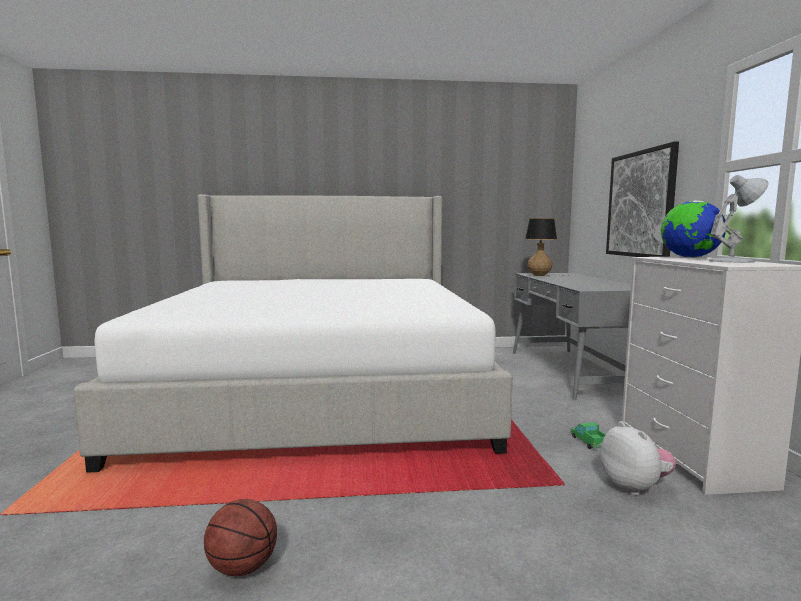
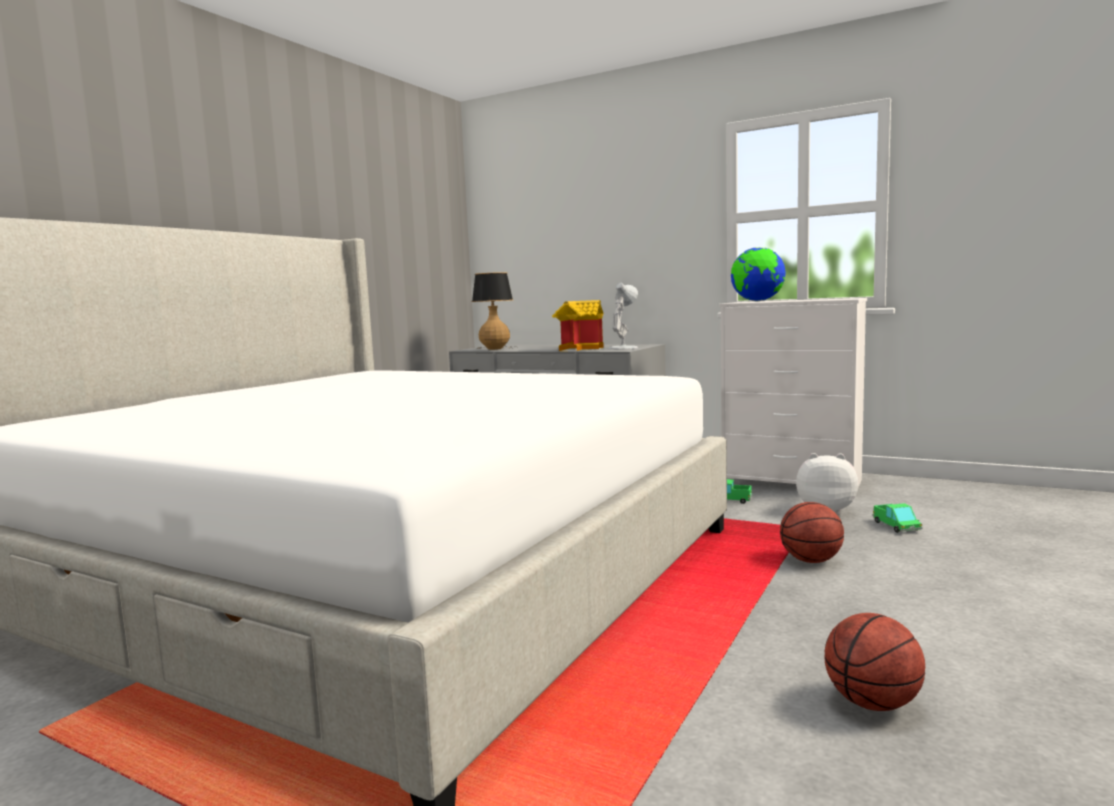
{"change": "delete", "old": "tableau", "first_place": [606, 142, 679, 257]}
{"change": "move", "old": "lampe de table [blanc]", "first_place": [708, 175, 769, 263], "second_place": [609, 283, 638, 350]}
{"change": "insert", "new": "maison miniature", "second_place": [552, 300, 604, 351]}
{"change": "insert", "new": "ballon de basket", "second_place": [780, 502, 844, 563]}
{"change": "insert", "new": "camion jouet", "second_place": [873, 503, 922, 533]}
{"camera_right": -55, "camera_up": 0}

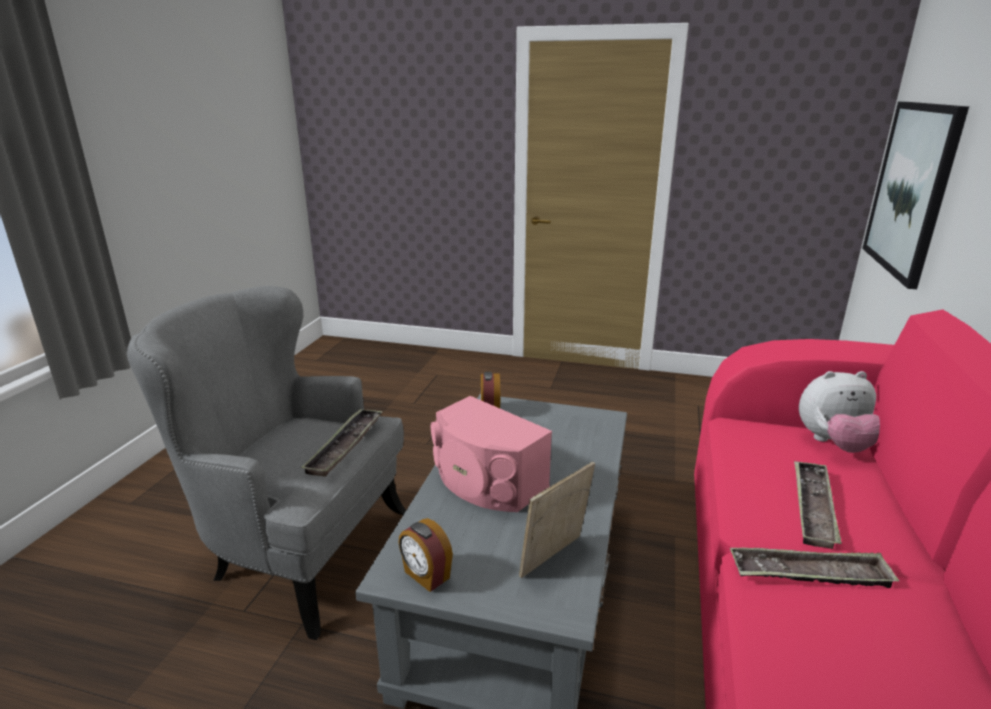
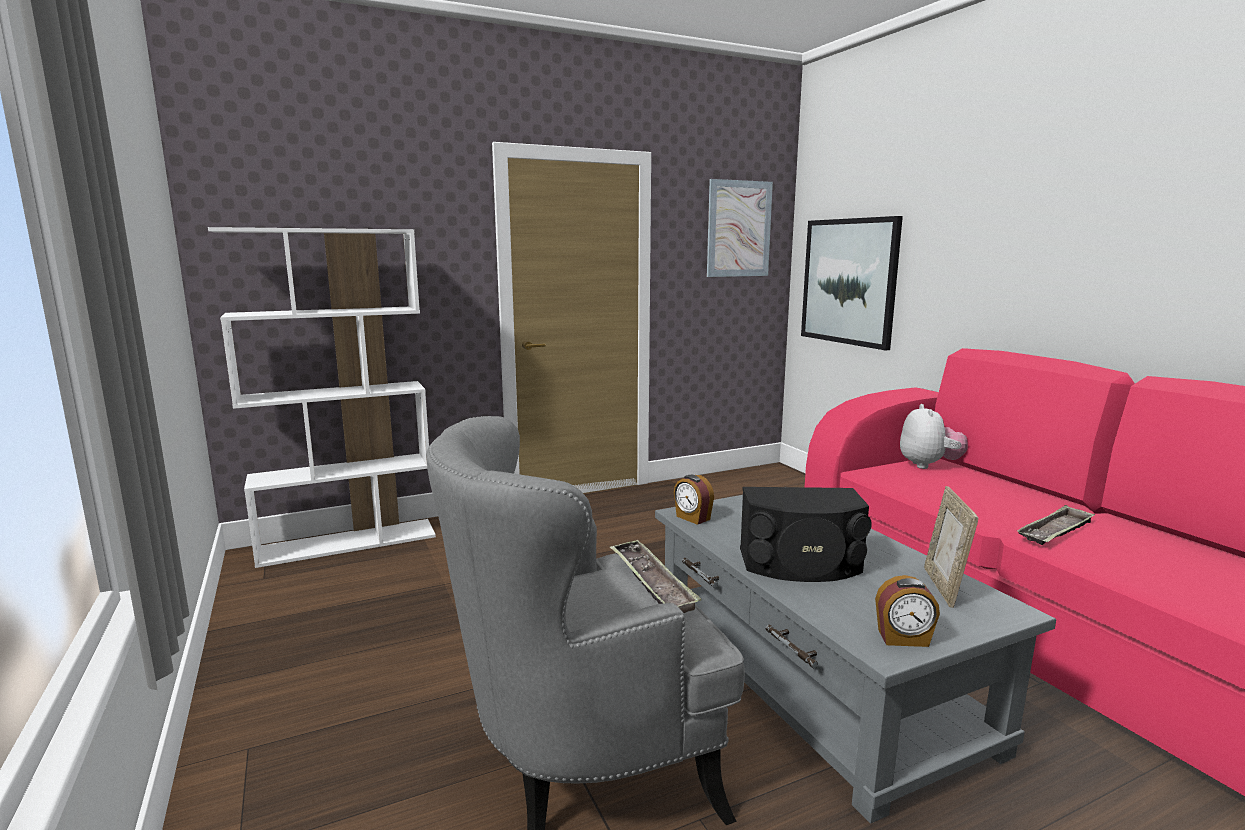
{"change": "rotate", "old": "peluche", "first_place": [799, 371, 880, 453], "second_place": [900, 404, 968, 469], "degrees": -45}
{"change": "recolor", "old": "enceinte [rose]", "new": "enceinte [noir]", "first_place": [431, 396, 552, 512], "second_place": [740, 487, 872, 582]}
{"change": "delete", "old": "plateau", "first_place": [794, 461, 842, 549]}
{"change": "insert", "new": "tableau", "second_place": [707, 179, 773, 277]}
{"change": "insert", "new": "bibliothèque [blanc]", "second_place": [208, 227, 436, 568]}
{"camera_right": -40, "camera_up": -10}

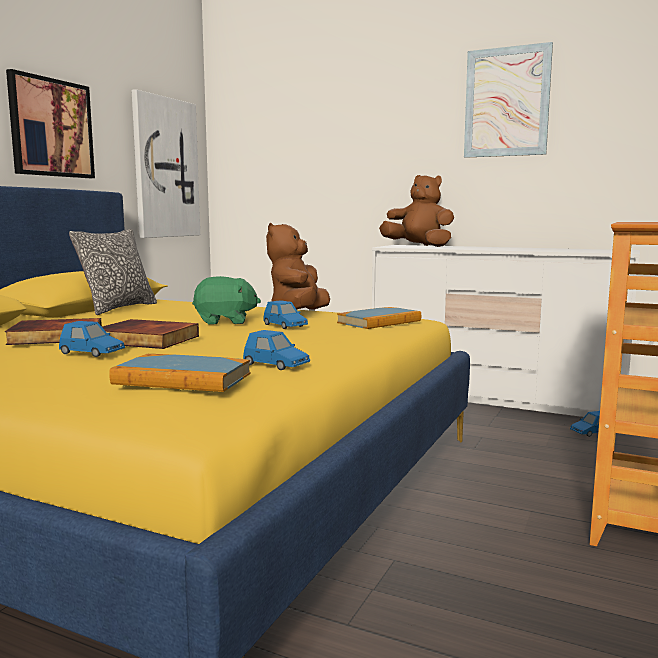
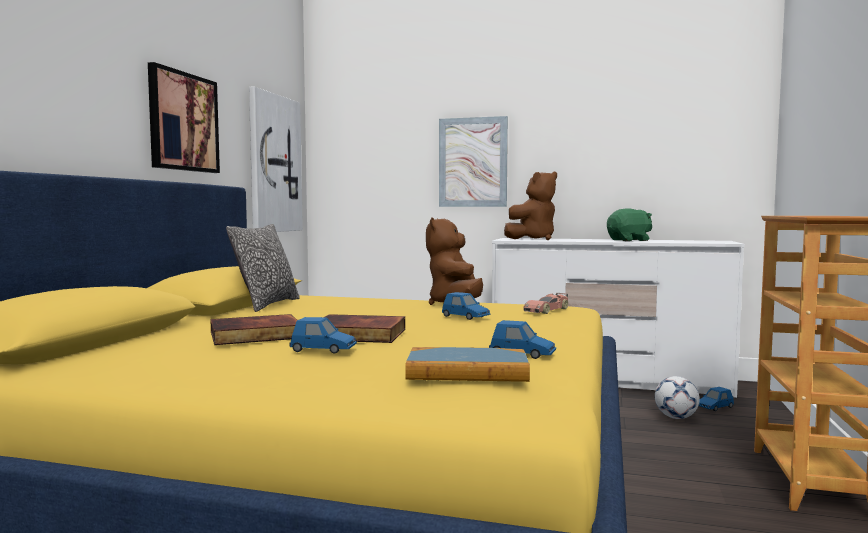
{"change": "move", "old": "tableau", "first_place": [464, 42, 553, 158], "second_place": [439, 116, 508, 207]}
{"change": "rotate", "old": "peluche [marron]", "first_place": [379, 175, 454, 247], "second_place": [504, 171, 557, 240], "degrees": 120}
{"change": "move", "old": "peluche [vert]", "first_place": [192, 276, 261, 324], "second_place": [607, 208, 652, 241]}
{"change": "replace", "old": "livre", "new": "petite voiture", "first_place": [337, 307, 421, 329], "second_place": [523, 293, 568, 314]}
{"change": "insert", "new": "ballon de foot", "second_place": [655, 376, 700, 419]}
{"camera_right": -10, "camera_up": -5}

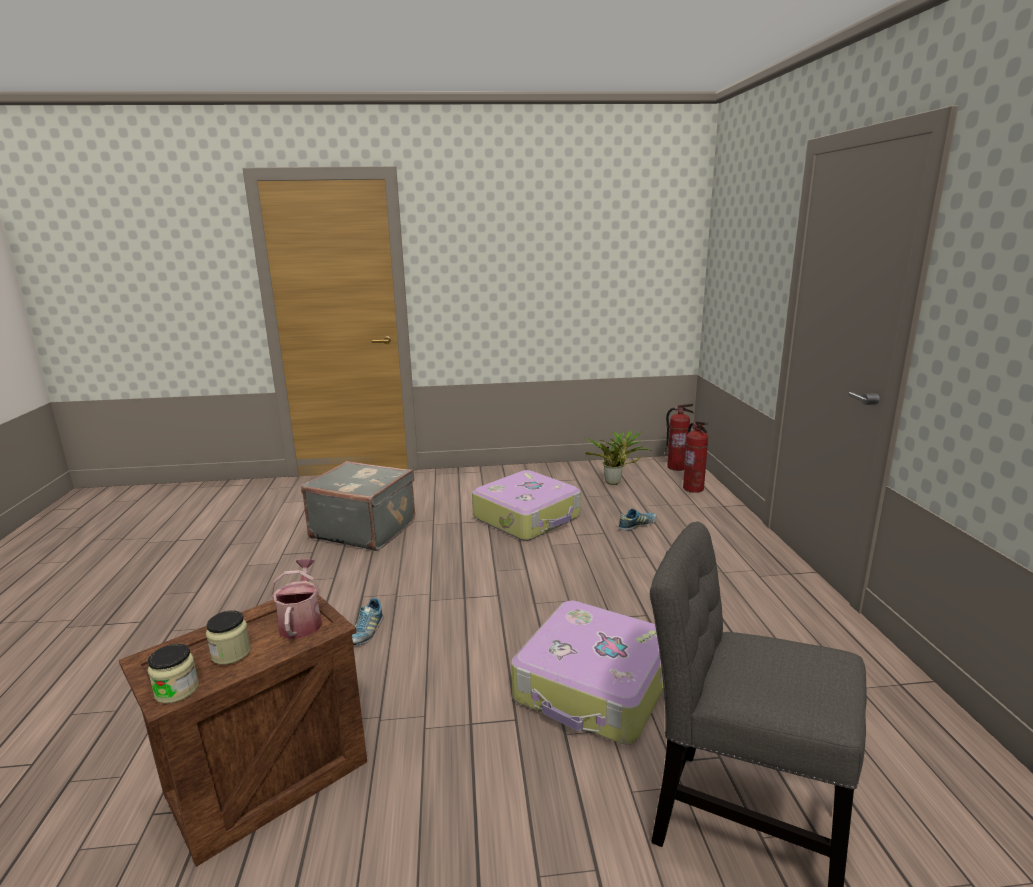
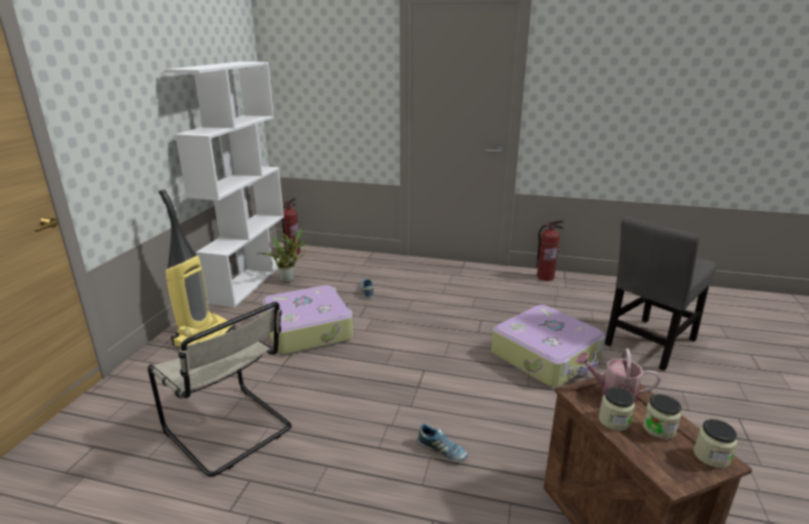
{"change": "move", "old": "extincteur", "first_place": [683, 421, 708, 493], "second_place": [536, 220, 563, 281]}
{"change": "replace", "old": "valise [gris]", "new": "chaise [beige]", "first_place": [301, 461, 415, 551], "second_place": [148, 302, 292, 477]}
{"change": "insert", "new": "bibliothèque [blanc]", "second_place": [164, 62, 284, 308]}
{"change": "insert", "new": "aspirateur", "second_place": [159, 189, 235, 348]}
{"change": "insert", "new": "bocal", "second_place": [599, 387, 635, 431]}
{"camera_right": -70, "camera_up": 5}

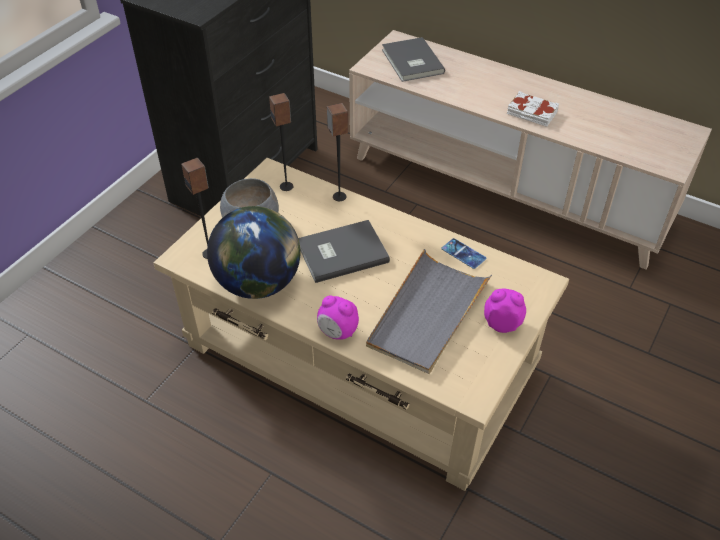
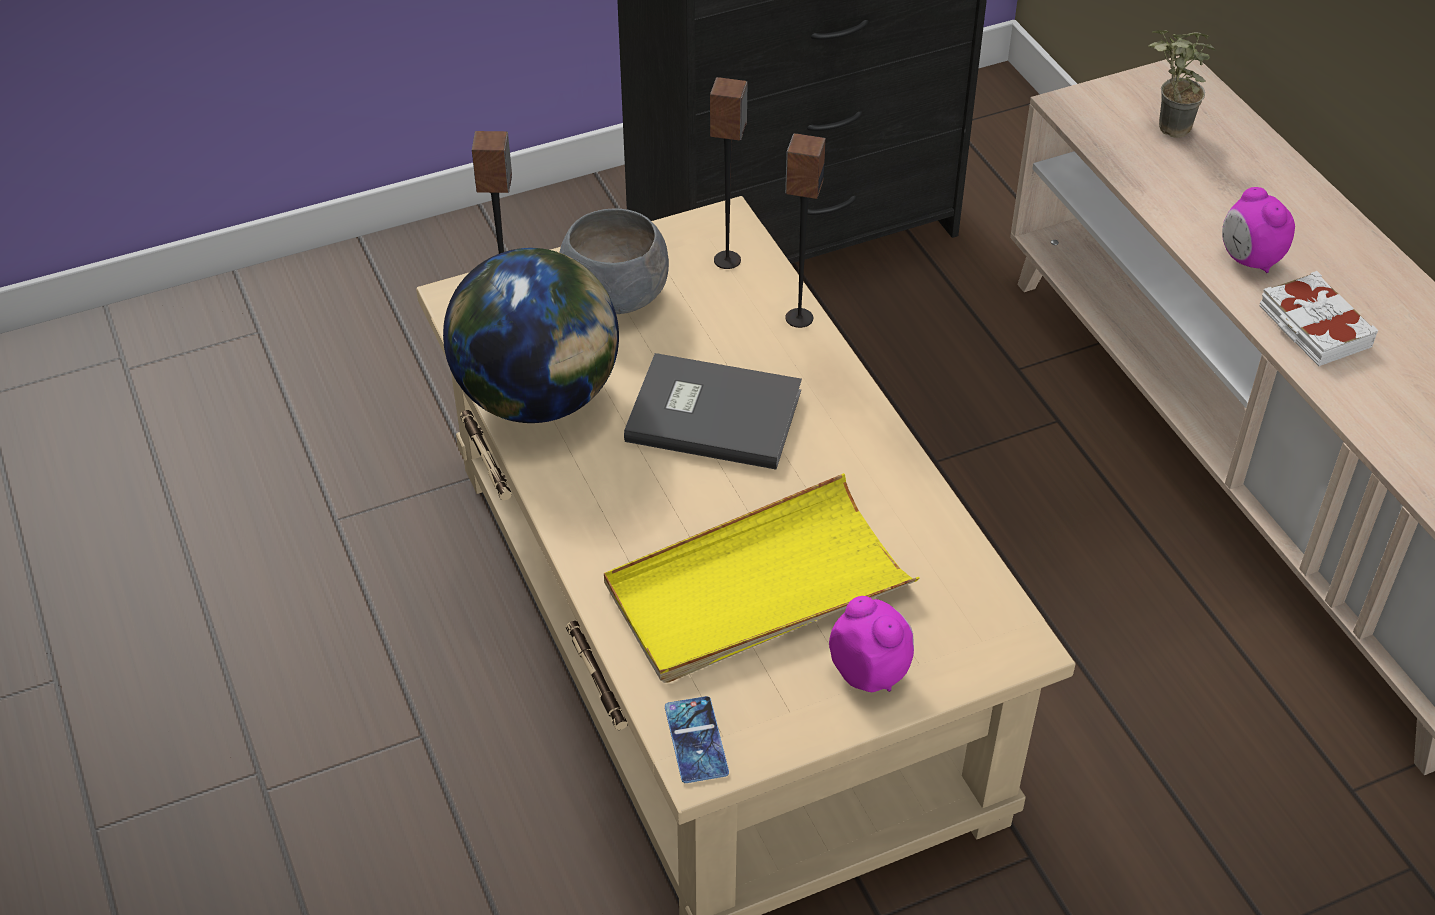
{"change": "replace", "old": "livre [gris]", "new": "plante en pot", "first_place": [382, 37, 445, 82], "second_place": [1148, 30, 1216, 138]}
{"change": "move", "old": "téléphone", "first_place": [442, 238, 486, 269], "second_place": [665, 696, 729, 783]}
{"change": "recolor", "old": "plateau [gris]", "new": "plateau [jaune]", "first_place": [366, 249, 492, 374], "second_place": [604, 473, 919, 683]}
{"change": "move", "old": "réveil", "first_place": [317, 296, 359, 340], "second_place": [1222, 187, 1295, 273]}
{"camera_right": 35, "camera_up": 0}

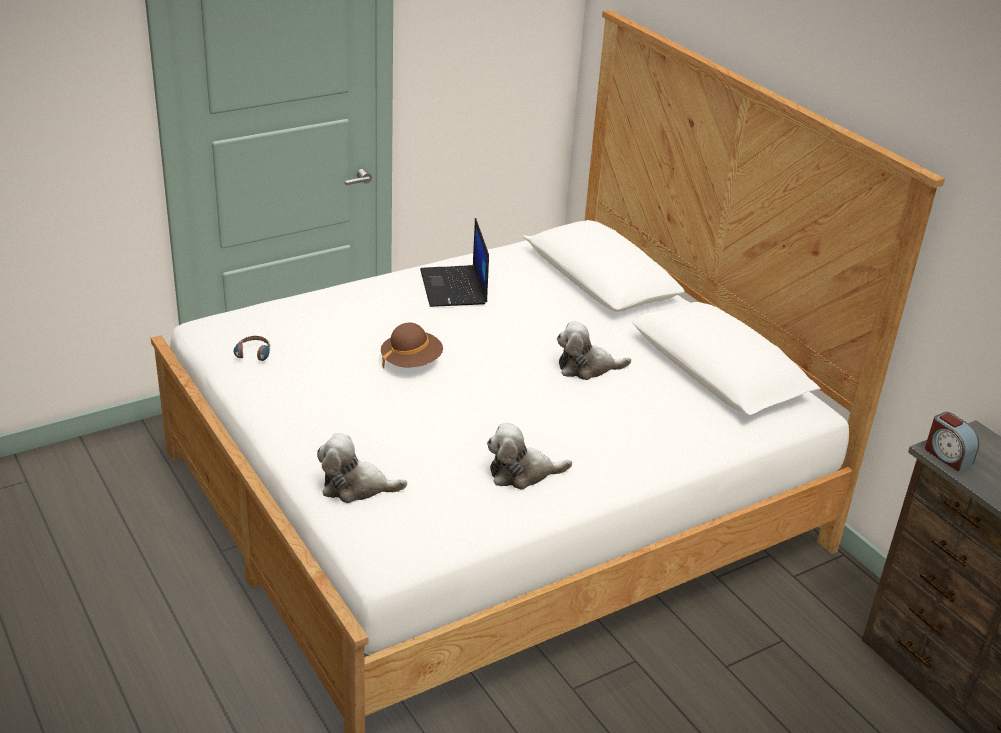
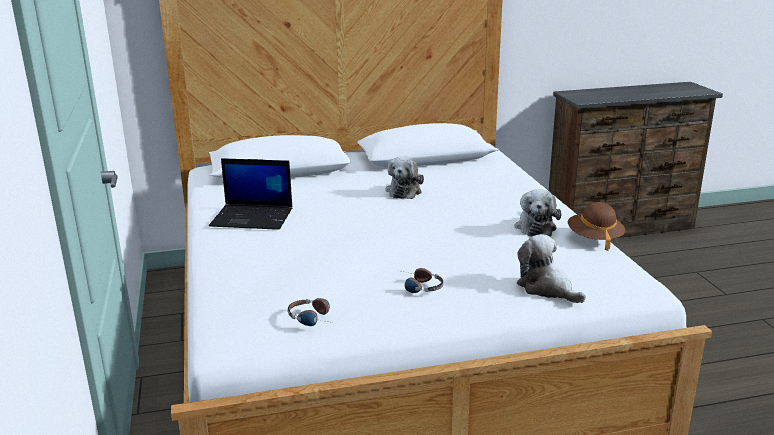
{"change": "move", "old": "chapeau [marron]", "first_place": [381, 323, 443, 369], "second_place": [568, 202, 625, 251]}
{"change": "delete", "old": "réveil", "first_place": [925, 412, 979, 471]}
{"change": "rotate", "old": "peluche", "first_place": [317, 433, 407, 503], "second_place": [517, 234, 586, 303], "degrees": 120}
{"change": "insert", "new": "casque audio", "second_place": [402, 268, 444, 293]}
{"camera_right": -70, "camera_up": -10}

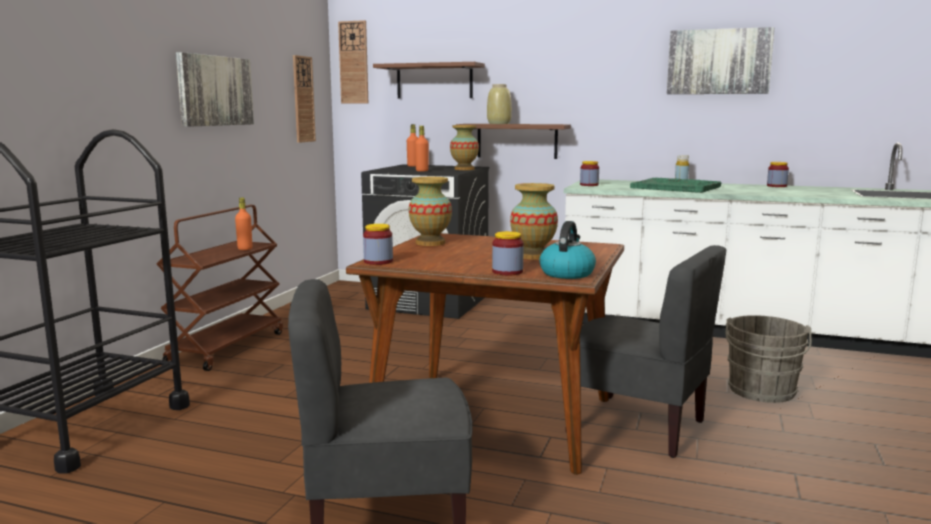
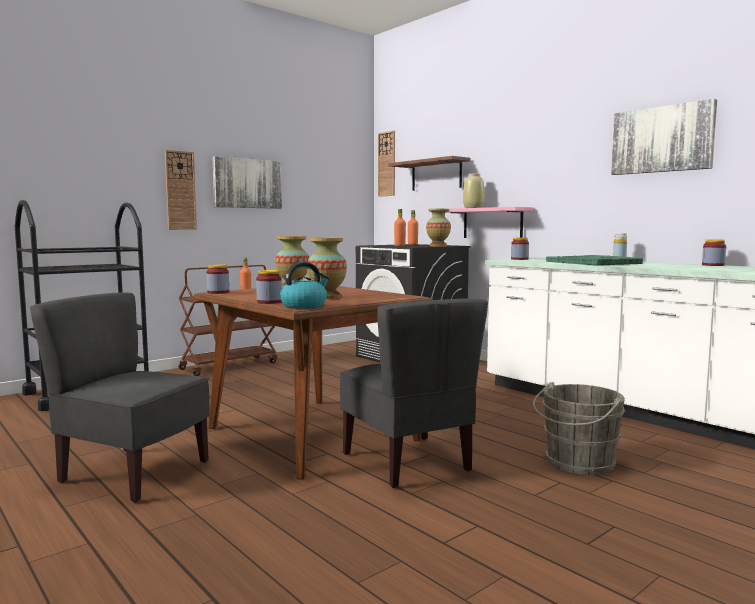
{"change": "move", "old": "horloge murale", "first_place": [293, 55, 316, 143], "second_place": [165, 150, 197, 230]}
{"change": "recolor", "old": "étagère [marron]", "new": "étagère [rose]", "first_place": [456, 124, 571, 159], "second_place": [446, 207, 533, 238]}
{"camera_right": 30, "camera_up": -5}

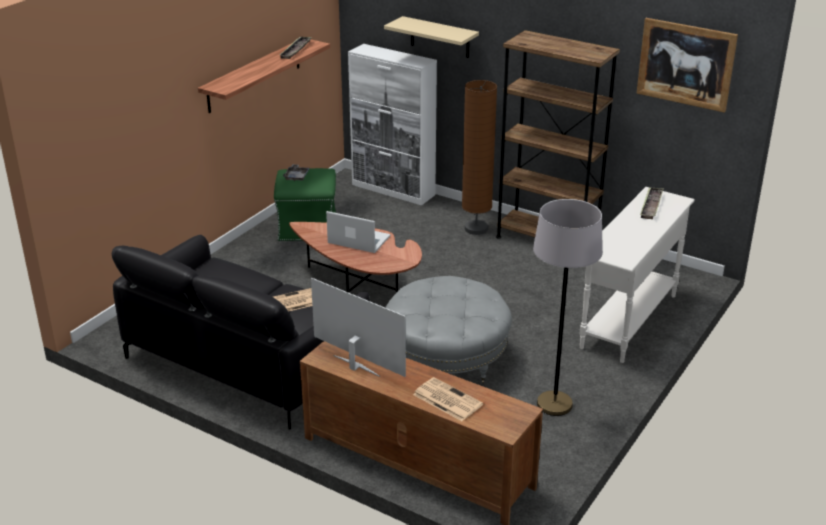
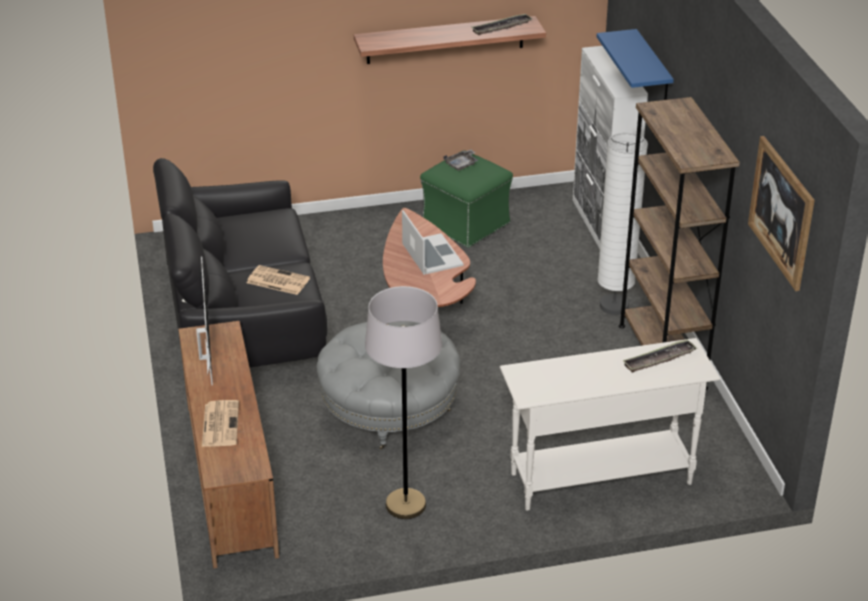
{"change": "recolor", "old": "étagère [beige]", "new": "étagère [bleu]", "first_place": [384, 16, 479, 58], "second_place": [597, 29, 674, 100]}
{"change": "recolor", "old": "lampadaire [marron]", "new": "lampadaire [blanc]", "first_place": [462, 80, 497, 235], "second_place": [597, 133, 648, 315]}
{"camera_right": 45, "camera_up": 5}

